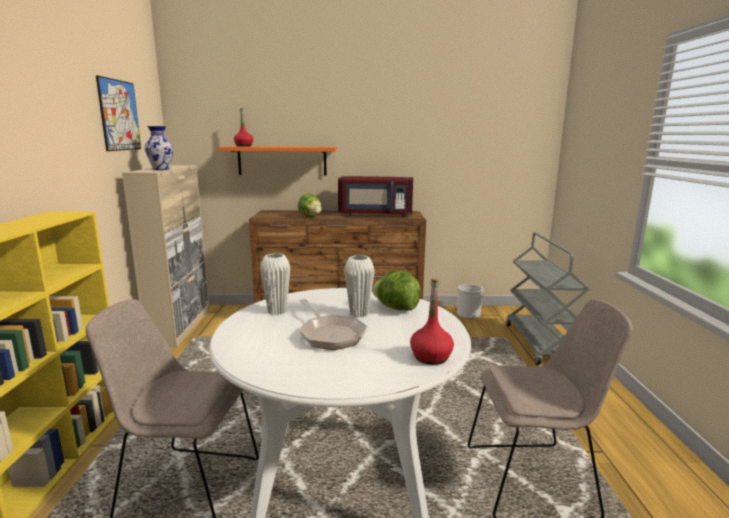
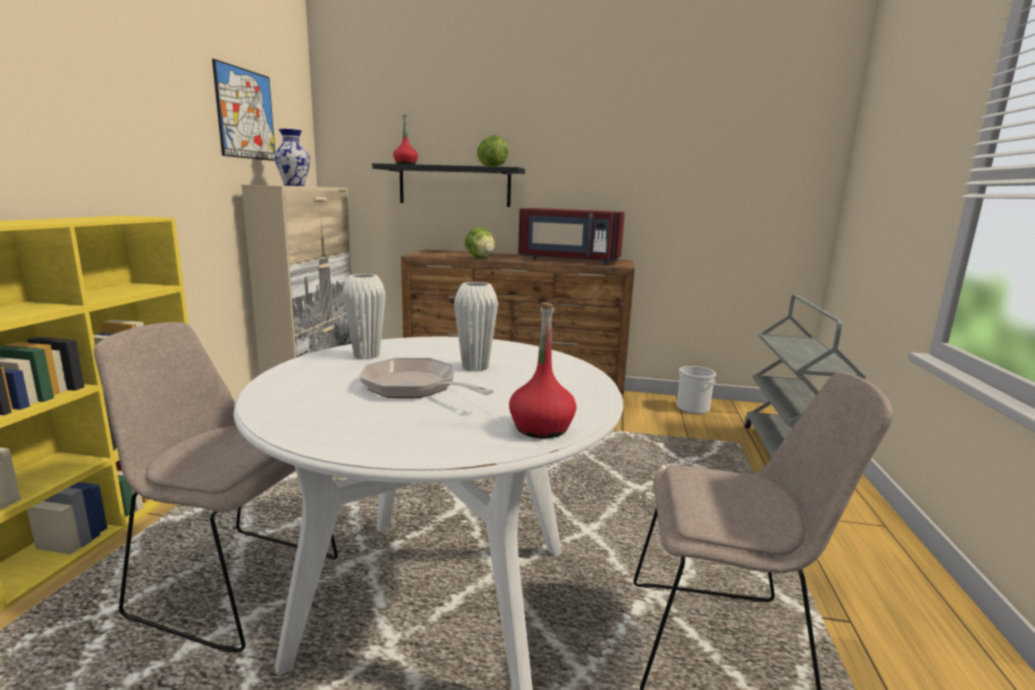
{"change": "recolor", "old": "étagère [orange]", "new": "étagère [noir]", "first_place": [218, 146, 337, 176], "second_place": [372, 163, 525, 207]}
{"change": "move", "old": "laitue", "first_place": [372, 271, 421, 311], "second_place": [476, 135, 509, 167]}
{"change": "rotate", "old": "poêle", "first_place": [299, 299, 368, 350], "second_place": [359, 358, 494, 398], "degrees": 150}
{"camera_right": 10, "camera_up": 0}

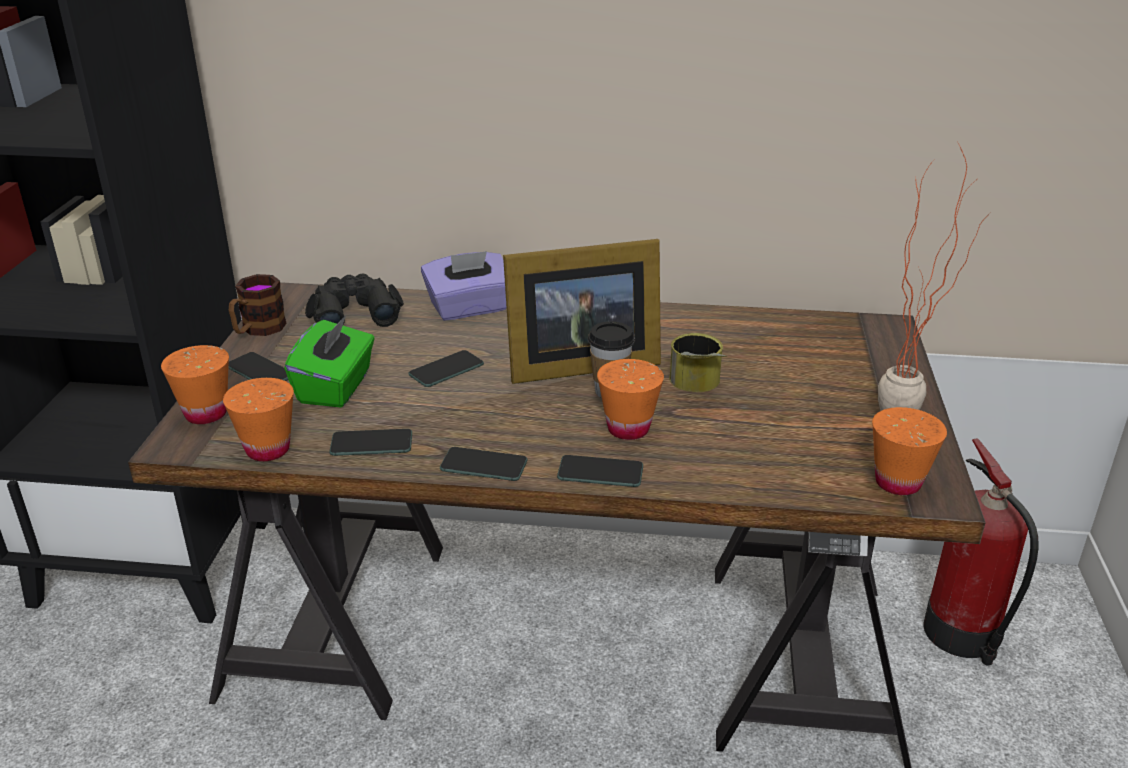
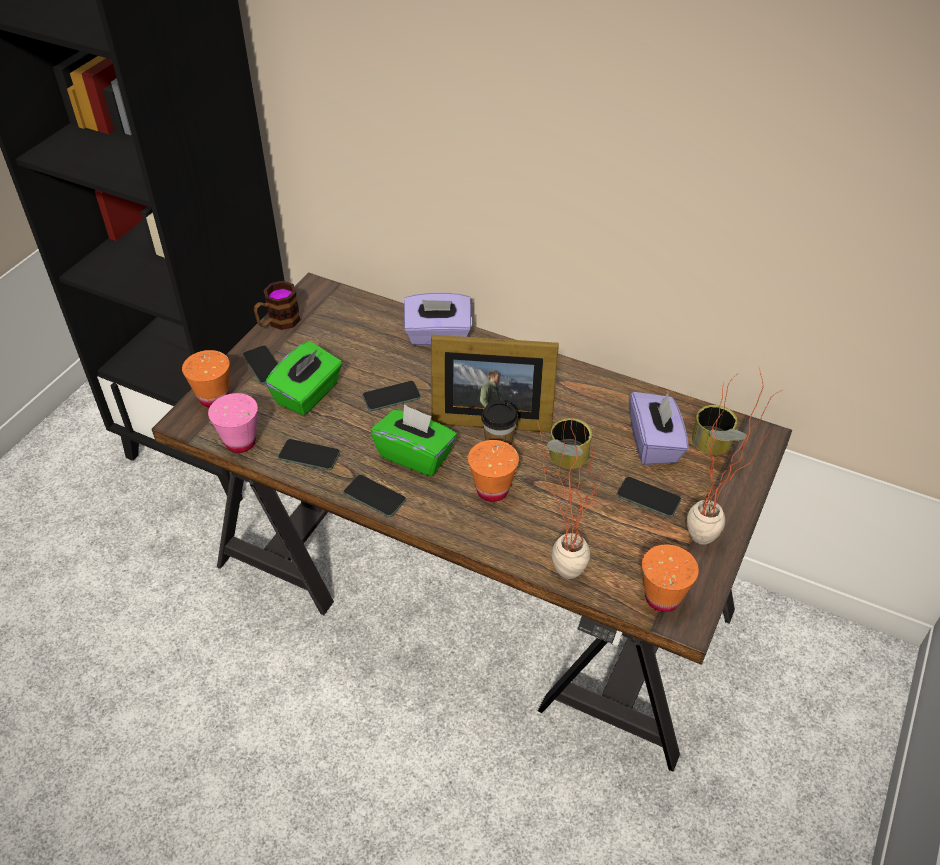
{"change": "delete", "old": "jumelles [noir]", "first_place": [305, 273, 404, 327]}
{"change": "recolor", "old": "tasse [orange]", "new": "tasse [rose]", "first_place": [223, 378, 294, 461], "second_place": [208, 393, 258, 453]}
{"change": "delete", "old": "extincteur", "first_place": [923, 438, 1039, 666]}
{"change": "move", "old": "téléphone", "first_place": [557, 455, 643, 487], "second_place": [616, 477, 681, 517]}
{"change": "insert", "new": "boîte à mouchoirs [violet]", "second_place": [630, 392, 689, 465]}
{"change": "insert", "new": "plante en pot", "second_place": [538, 403, 601, 579]}
{"change": "insert", "new": "boîte à mouchoirs [vert]", "second_place": [371, 404, 457, 476]}
{"change": "insert", "new": "boîte métallique", "second_place": [691, 405, 747, 455]}
{"camera_right": 20, "camera_up": 15}

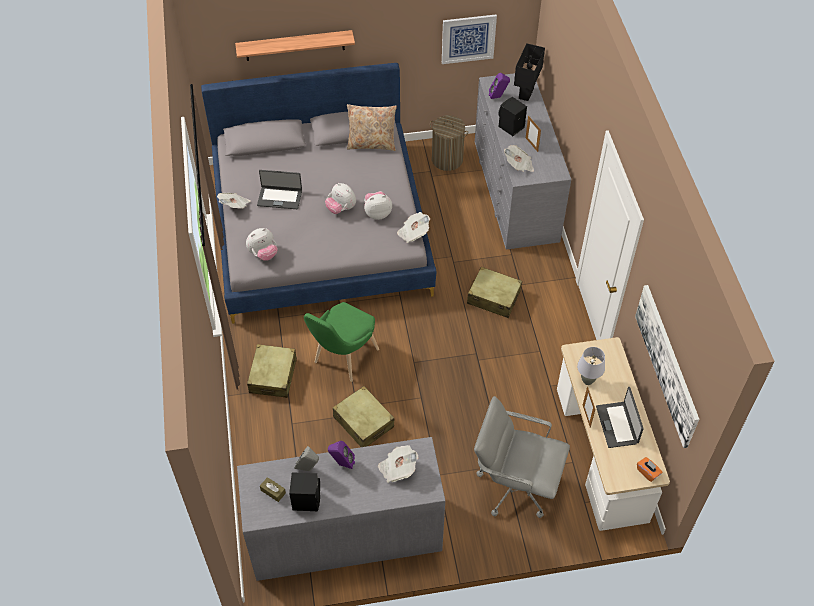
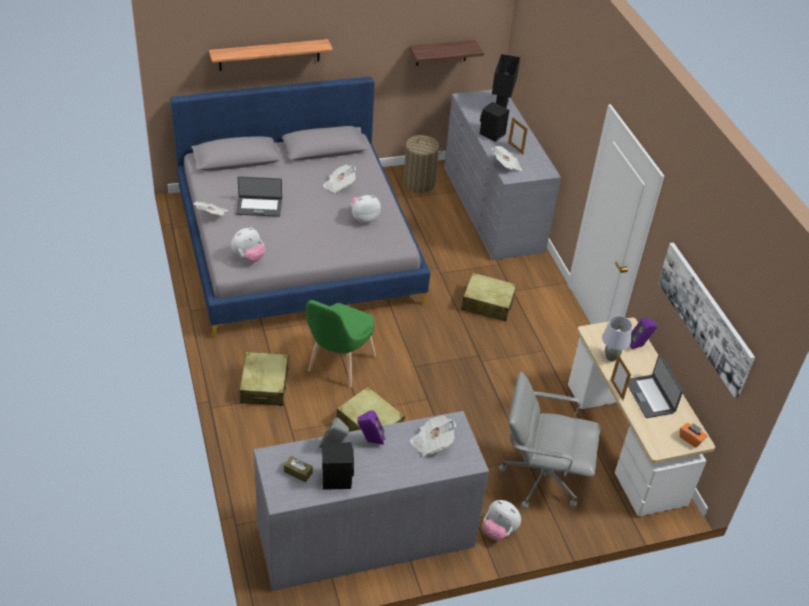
{"change": "replace", "old": "tableau", "new": "étagère", "first_place": [442, 15, 497, 64], "second_place": [409, 40, 484, 66]}
{"change": "move", "old": "enceinte [violet]", "first_place": [489, 73, 510, 99], "second_place": [630, 317, 657, 349]}
{"change": "delete", "old": "coussin [beige]", "first_place": [347, 104, 397, 151]}
{"change": "move", "old": "peluche", "first_place": [325, 183, 356, 214], "second_place": [482, 500, 521, 540]}
{"change": "move", "old": "journal", "first_place": [397, 212, 430, 243], "second_place": [323, 164, 356, 193]}
{"camera_right": -10, "camera_up": -10}

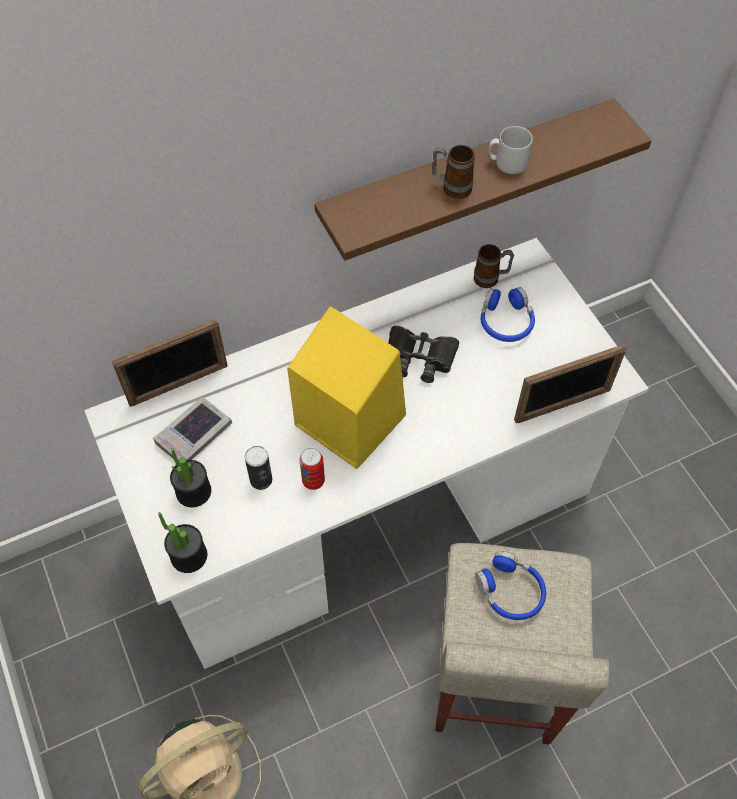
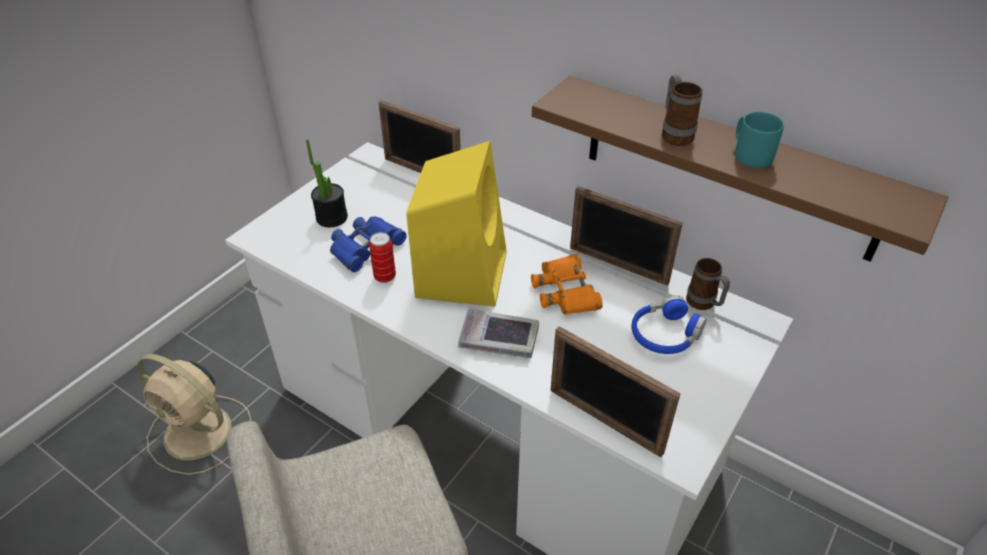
{"change": "recolor", "old": "mug [gris]", "new": "mug [turquoise]", "first_place": [488, 126, 533, 174], "second_place": [735, 112, 784, 168]}
{"change": "recolor", "old": "jumelles [noir]", "new": "jumelles [orange]", "first_place": [388, 326, 459, 383], "second_place": [531, 254, 603, 314]}
{"change": "move", "old": "livre", "first_place": [153, 397, 232, 462], "second_place": [458, 308, 539, 358]}
{"change": "replace", "old": "boîte métallique", "new": "jumelles [bleu]", "first_place": [245, 446, 272, 490], "second_place": [330, 216, 407, 272]}
{"change": "delete", "old": "plante en pot", "first_place": [158, 512, 207, 573]}
{"change": "delete", "old": "casque audio [bleu]", "first_place": [475, 551, 546, 620]}
{"change": "insert", "new": "cadre photo", "second_place": [570, 186, 683, 286]}
{"camera_right": 60, "camera_up": -15}

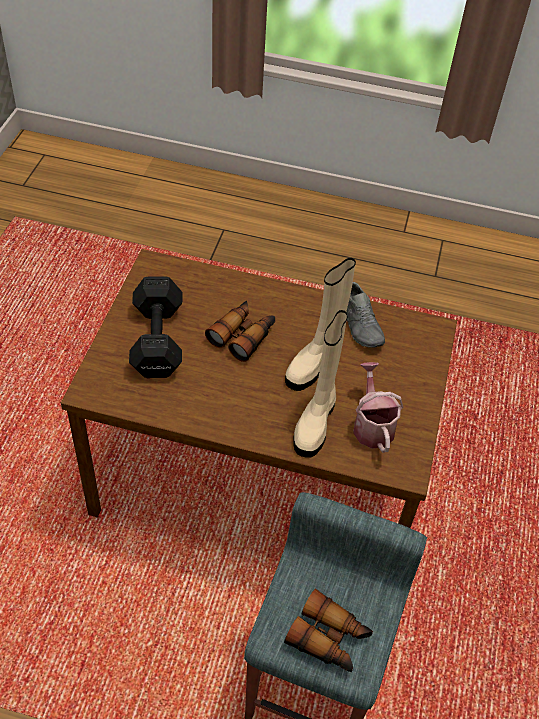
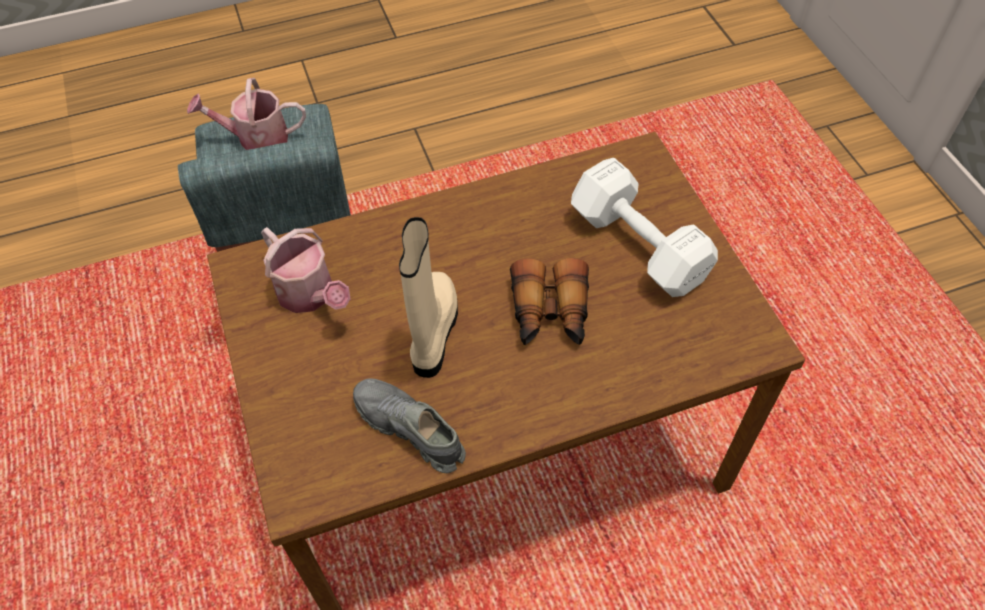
{"change": "recolor", "old": "haltère [noir]", "new": "haltère [blanc]", "first_place": [129, 277, 182, 378], "second_place": [571, 158, 718, 297]}
{"change": "delete", "old": "botte [beige]", "first_place": [294, 310, 348, 458]}
{"change": "replace", "old": "jumelles", "new": "arrosoir", "first_place": [284, 589, 373, 672], "second_place": [187, 78, 306, 150]}
{"camera_right": 150, "camera_up": 5}

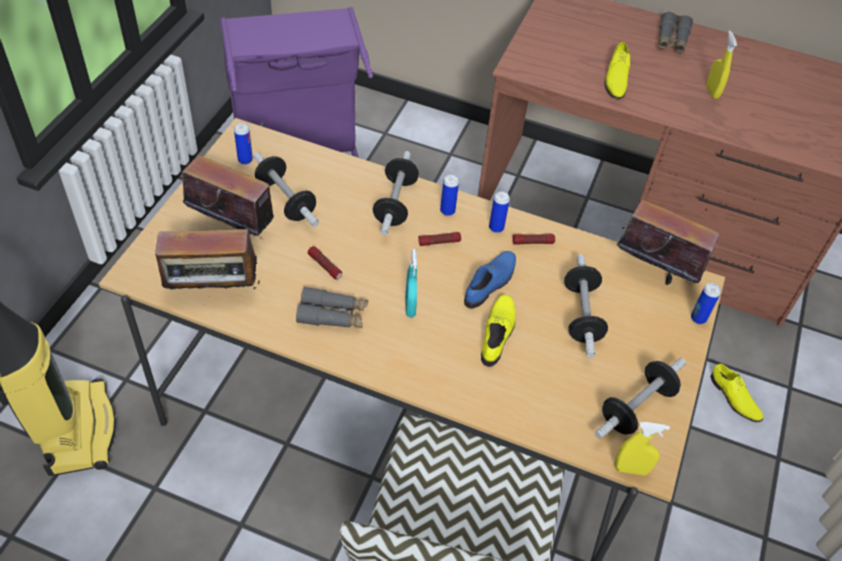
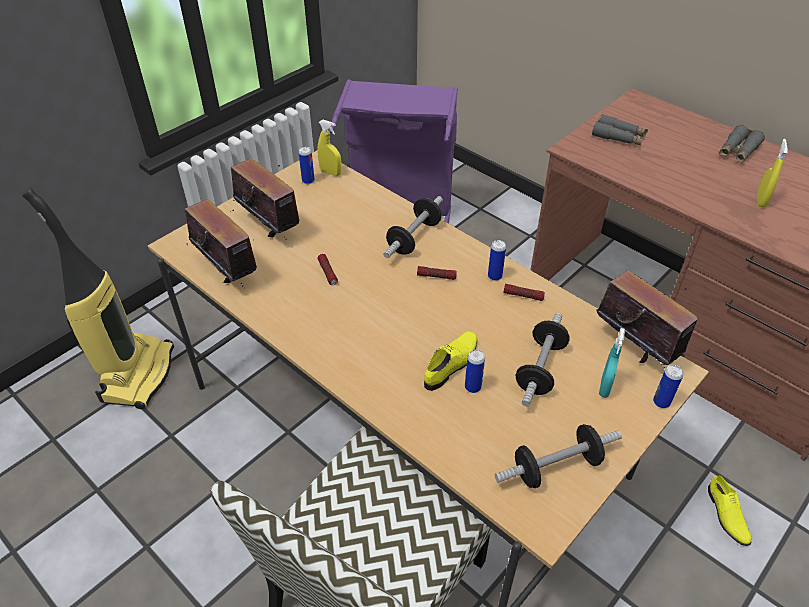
{"change": "delete", "old": "chaussure [jaune]", "first_place": [604, 42, 630, 99]}
{"change": "delete", "old": "haltère", "first_place": [253, 152, 319, 227]}
{"change": "move", "old": "boîte métallique", "first_place": [440, 175, 459, 216], "second_place": [465, 350, 485, 393]}
{"change": "rotate", "old": "radio", "first_place": [150, 229, 260, 308], "second_place": [185, 200, 257, 287], "degrees": -150}
{"change": "move", "old": "vaporisateur [turquoise]", "first_place": [405, 249, 417, 317], "second_place": [599, 328, 625, 398]}
{"change": "delete", "old": "chaussure [bleu]", "first_place": [464, 251, 516, 309]}
{"change": "move", "old": "jumelles [gris]", "first_place": [296, 287, 368, 328], "second_place": [592, 114, 648, 145]}
{"change": "move", "old": "vaporisateur [jaune]", "first_place": [615, 422, 670, 475], "second_place": [317, 120, 341, 176]}
{"camera_right": 25, "camera_up": -5}

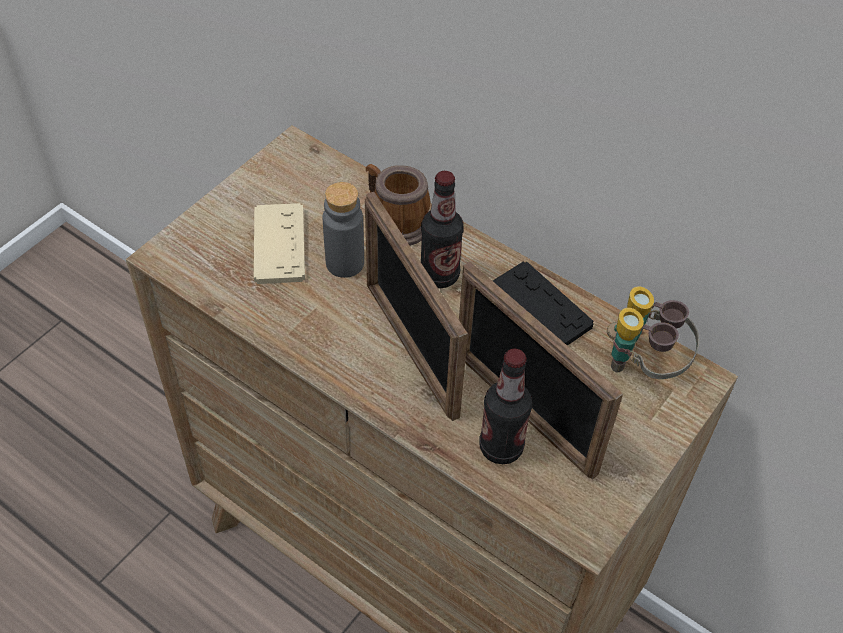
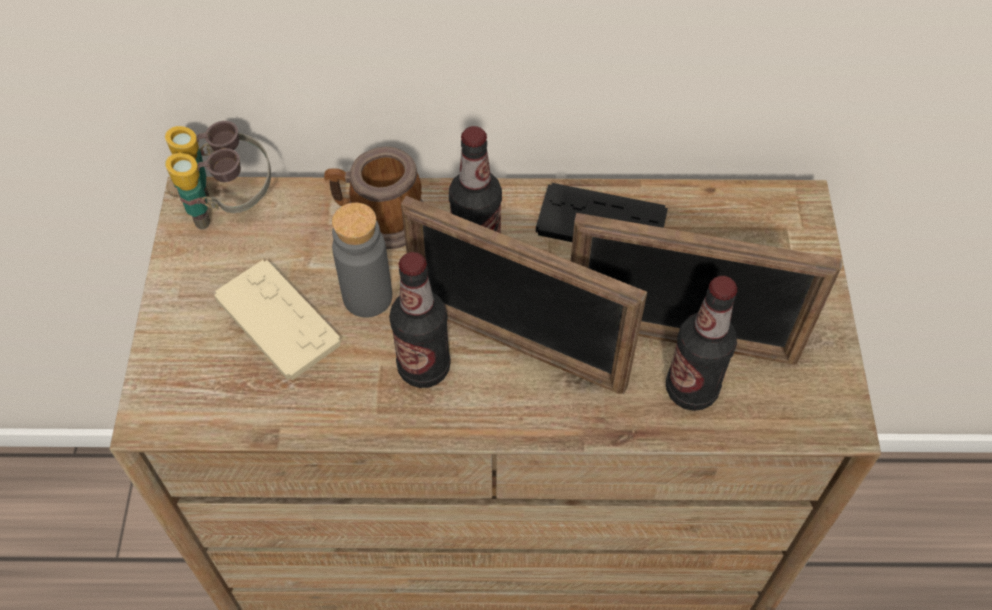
{"change": "move", "old": "jumelles", "first_place": [607, 287, 700, 379], "second_place": [165, 121, 271, 230]}
{"change": "insert", "new": "bouteille", "second_place": [389, 252, 451, 388]}
{"camera_right": -35, "camera_up": 5}

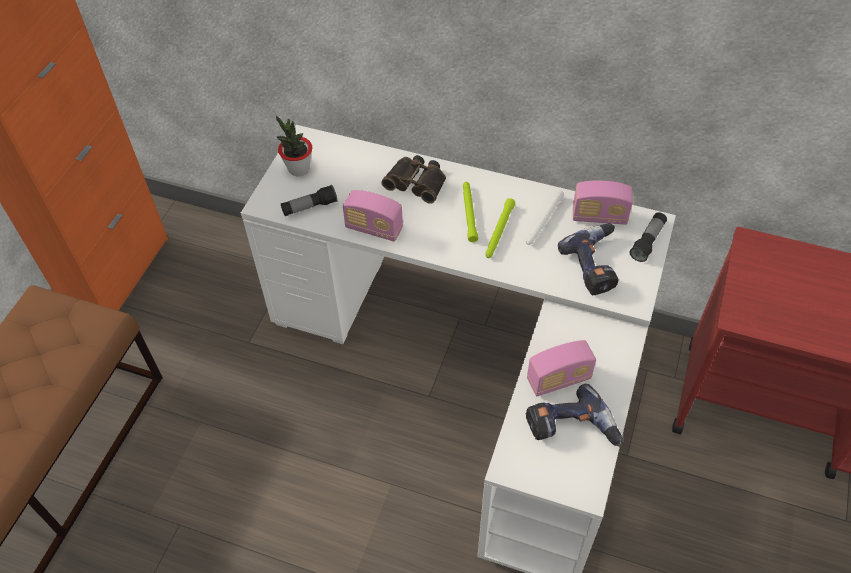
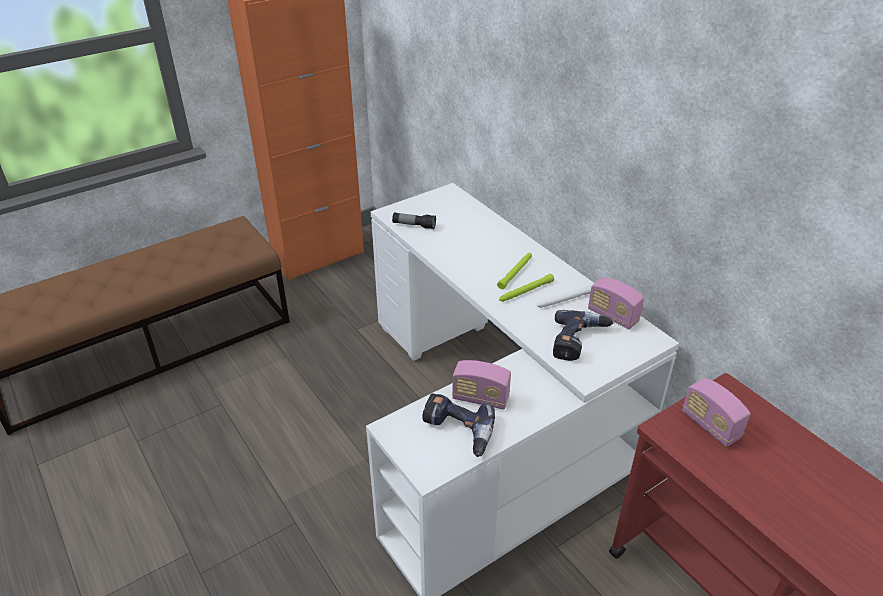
{"change": "delete", "old": "plante en pot", "first_place": [276, 115, 312, 176]}
{"change": "delete", "old": "jumelles", "first_place": [381, 155, 446, 204]}
{"change": "move", "old": "radio", "first_place": [343, 190, 403, 242], "second_place": [682, 378, 751, 447]}
{"change": "delete", "old": "lampe de poche", "first_place": [629, 212, 667, 262]}
{"camera_right": 35, "camera_up": -15}

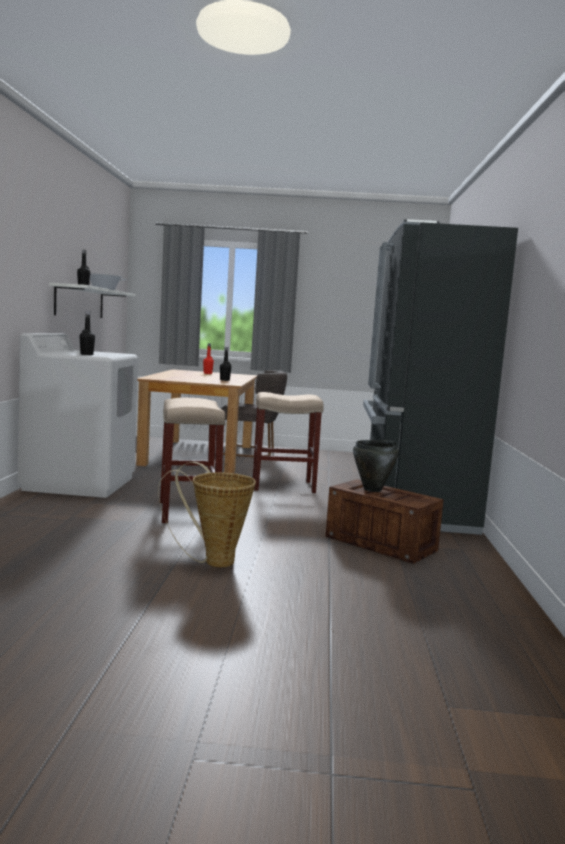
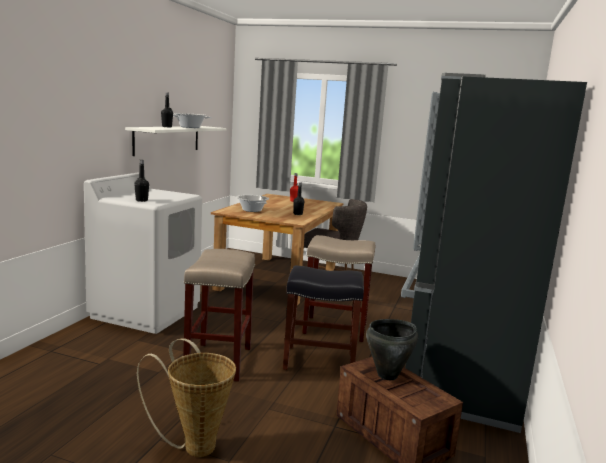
{"change": "insert", "new": "marmite", "second_place": [236, 195, 269, 212]}
{"change": "insert", "new": "tabouret [noir]", "second_place": [283, 266, 364, 370]}
{"camera_right": 15, "camera_up": 5}

